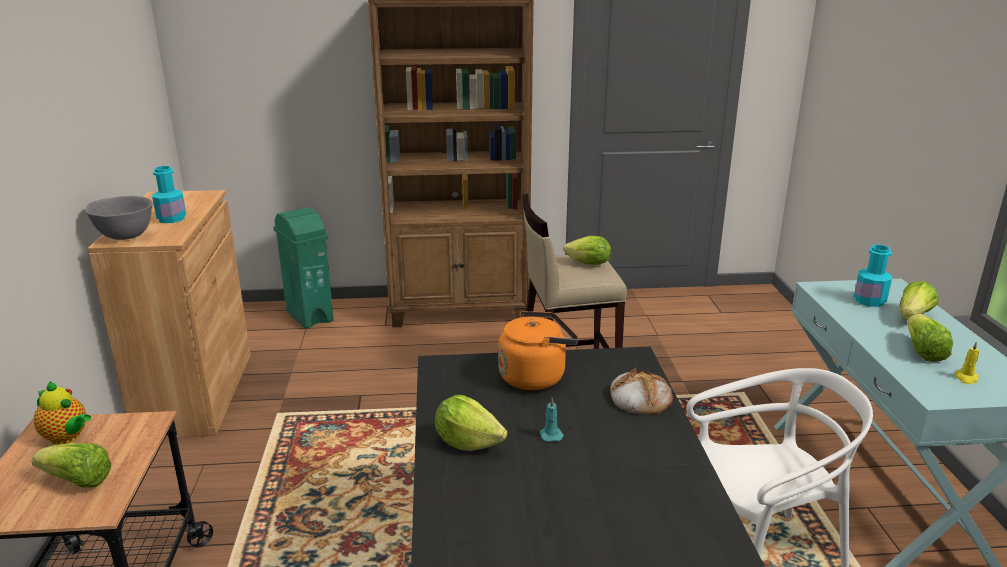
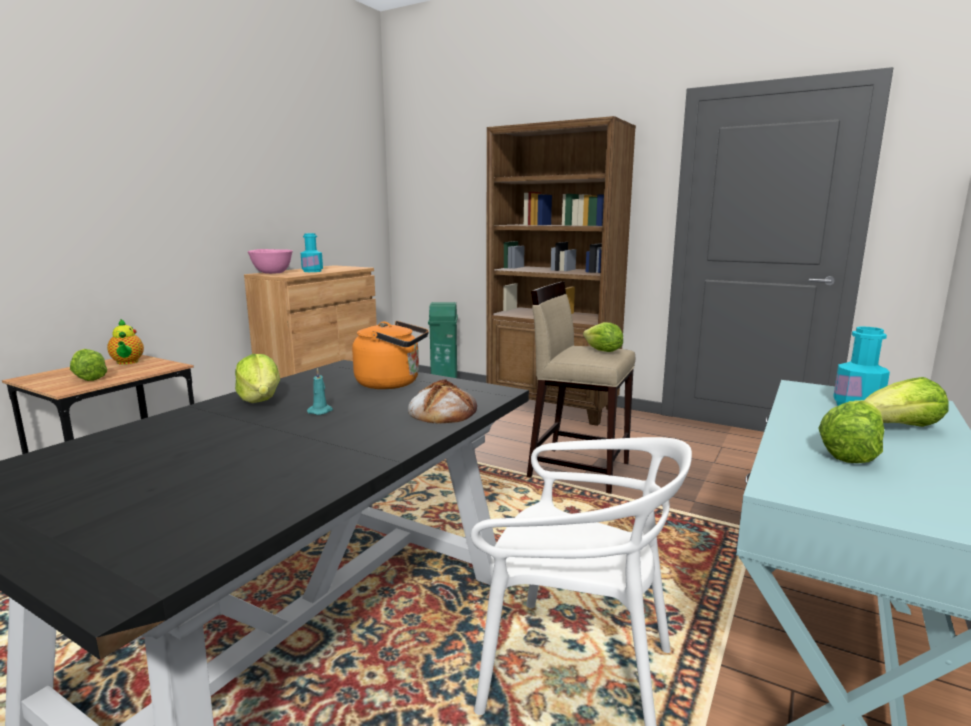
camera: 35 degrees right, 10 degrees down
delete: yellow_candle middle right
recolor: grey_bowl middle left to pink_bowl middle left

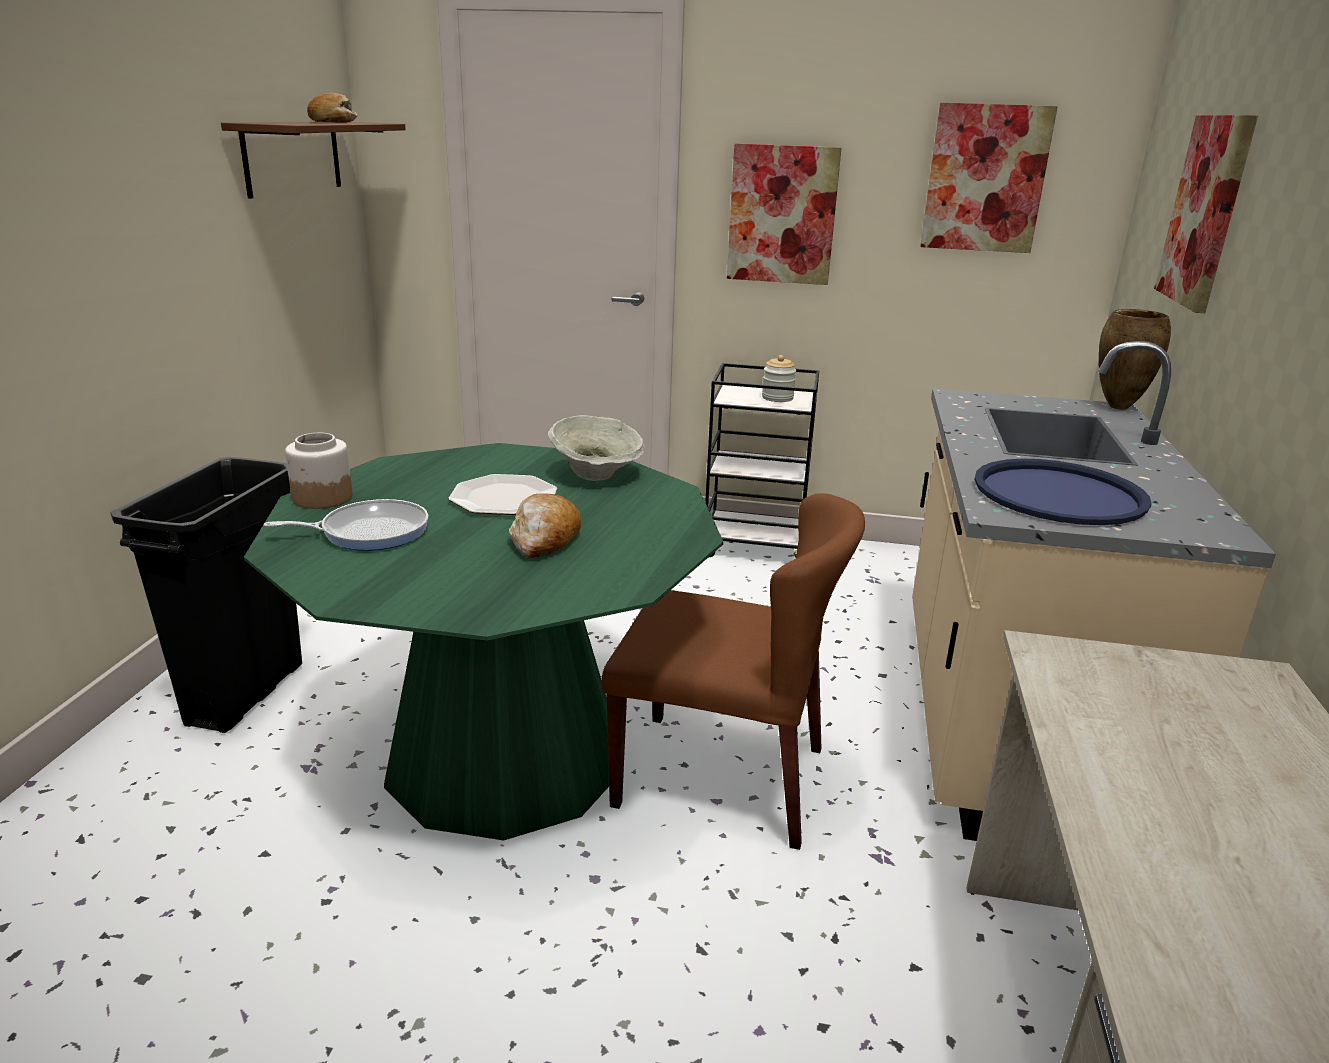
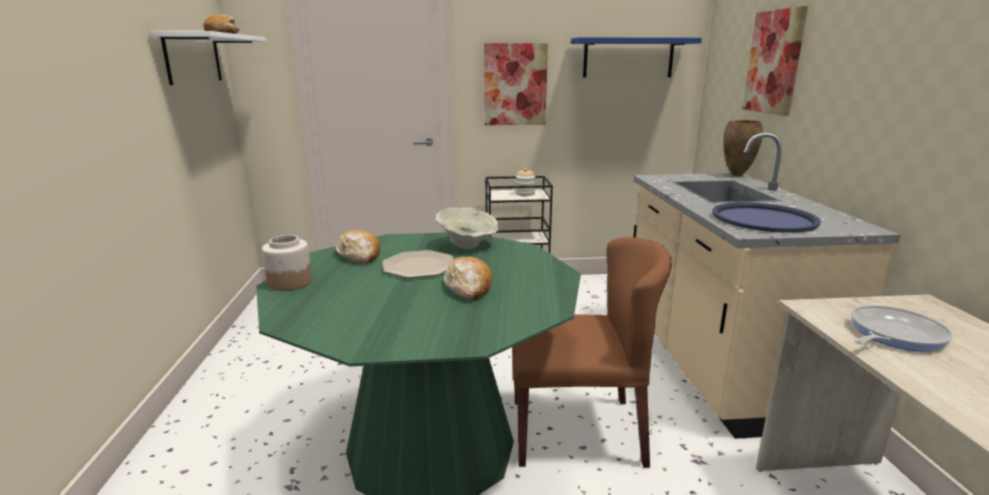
camera: 15 degrees left, 5 degrees down
delete: black_trash_can middle left
insert: bread (2nd from left) centre
move: frying_pan middle left to middle right
replace: picture (2nd from left) top right to blue_shelf top centre
recolor: brown_shelf top left to white_shelf top left

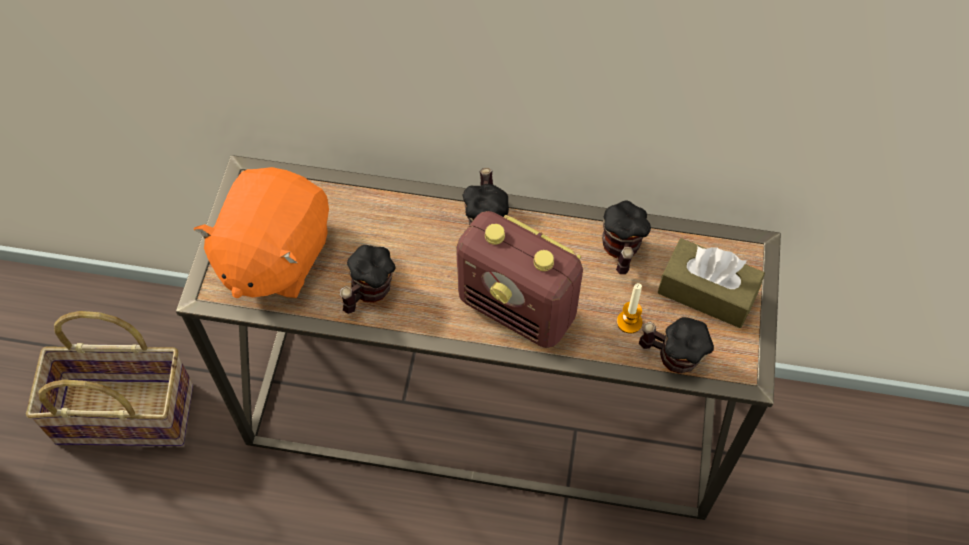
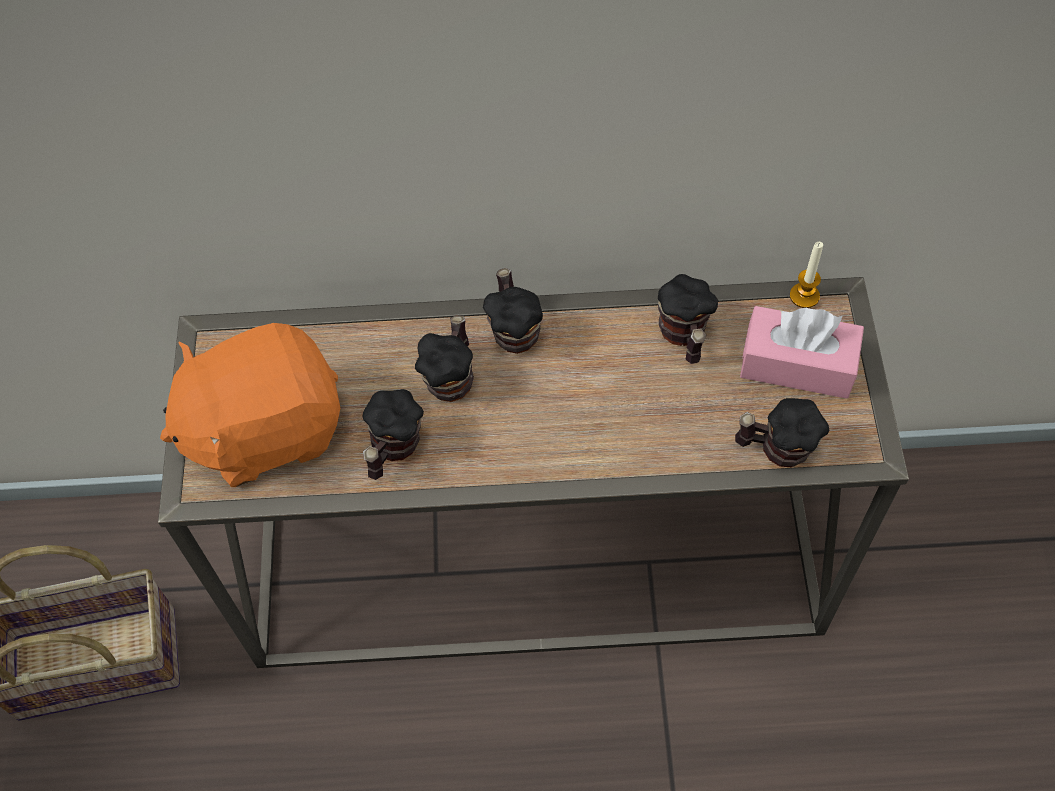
camera: 10 degrees left, 0 degrees up
delete: radio centre
insert: mug (2nd from left) centre
move: candle centre to middle right
recolor: brown_tissue_box middle right to pink_tissue_box middle right
rotate: orange_plush_toy middle left = middle left 60 degrees clockwise

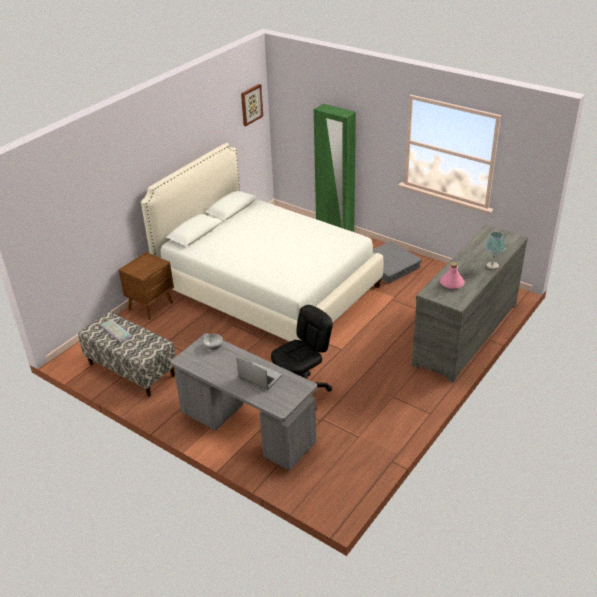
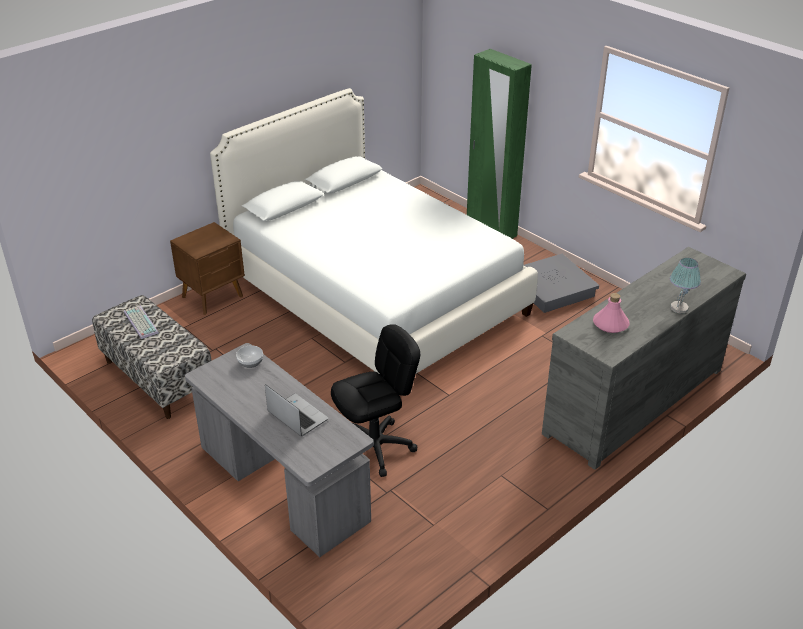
camera: 10 degrees right, 0 degrees up
delete: picture top centre

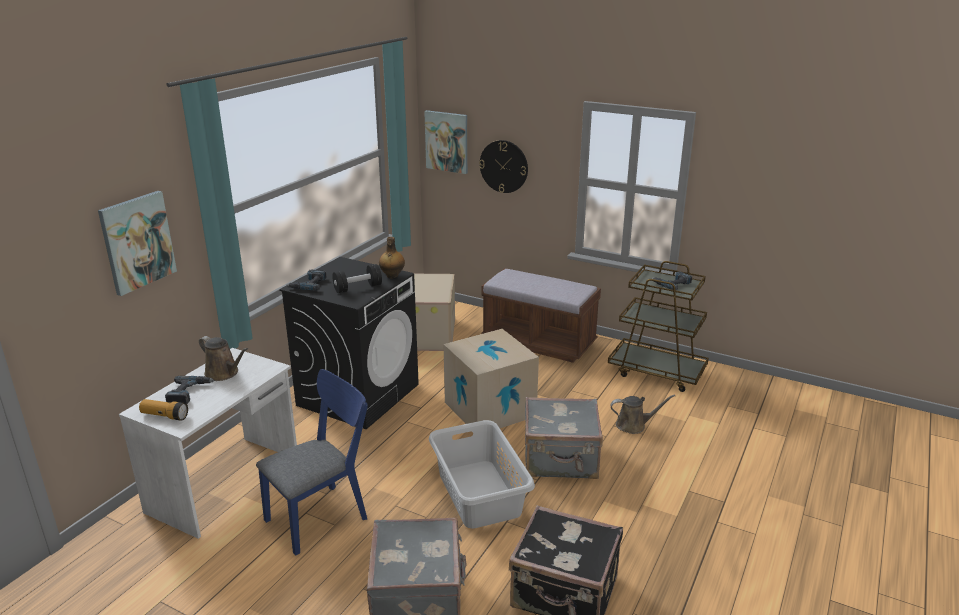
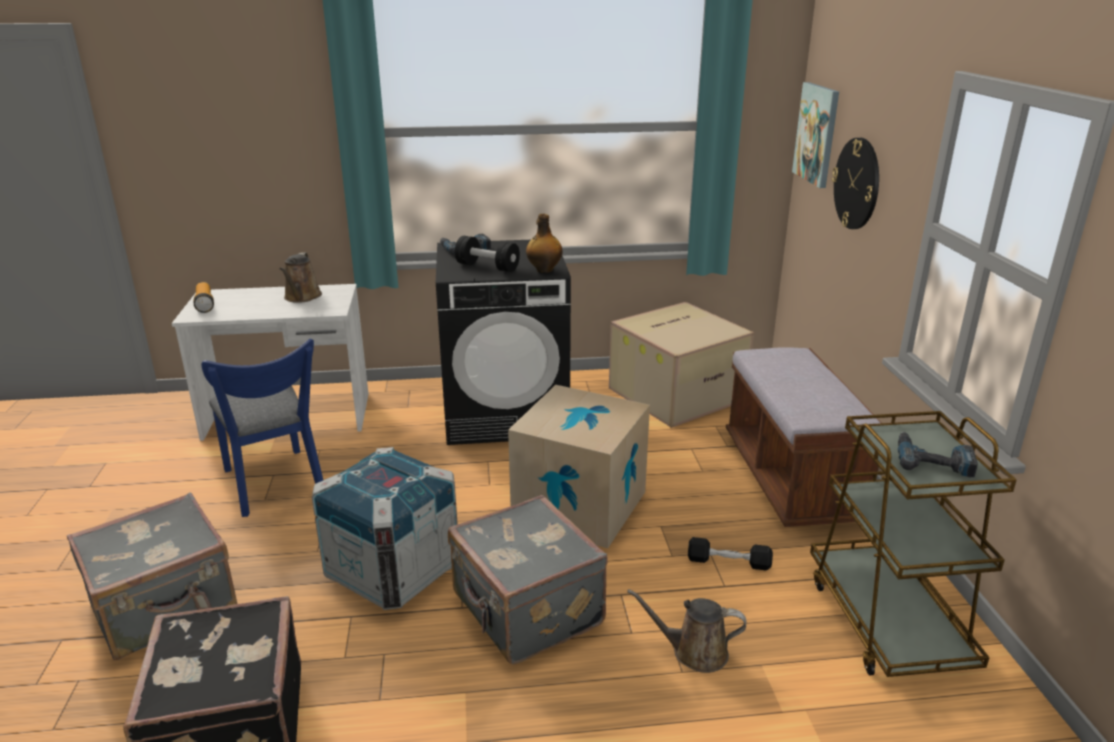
camera: 55 degrees right, 0 degrees up
delete: picture (1st from left) middle left; power_drill (1st from left) middle left
insert: black_dumbbell (2nd from left) bottom centre
replace: grey_laundry_basket bottom centre to crate bottom centre
rotate: blue_chair bottom left = middle left 45 degrees clockwise; brown_watering_can (2nd from left) bottom right = bottom centre 135 degrees clockwise

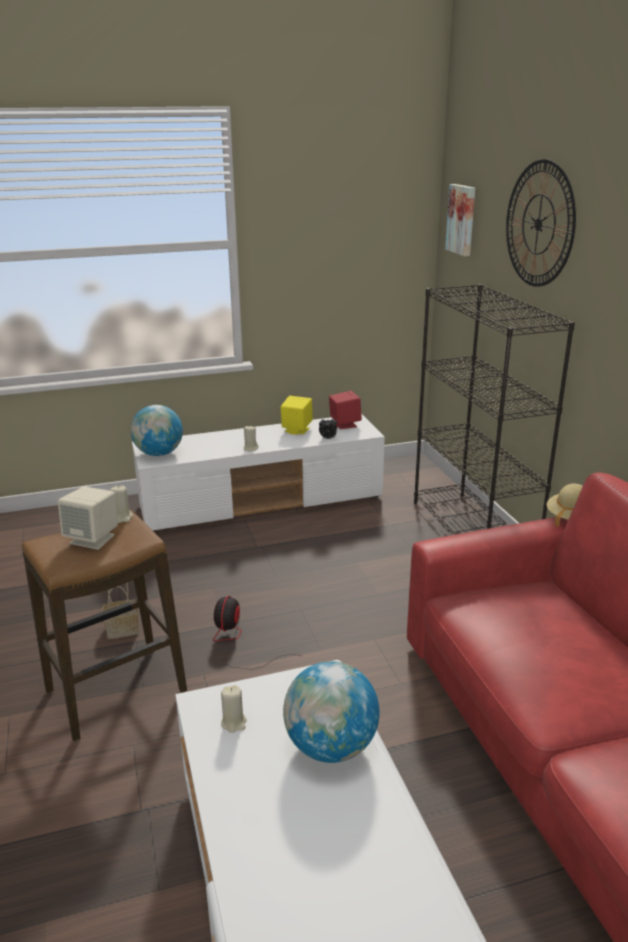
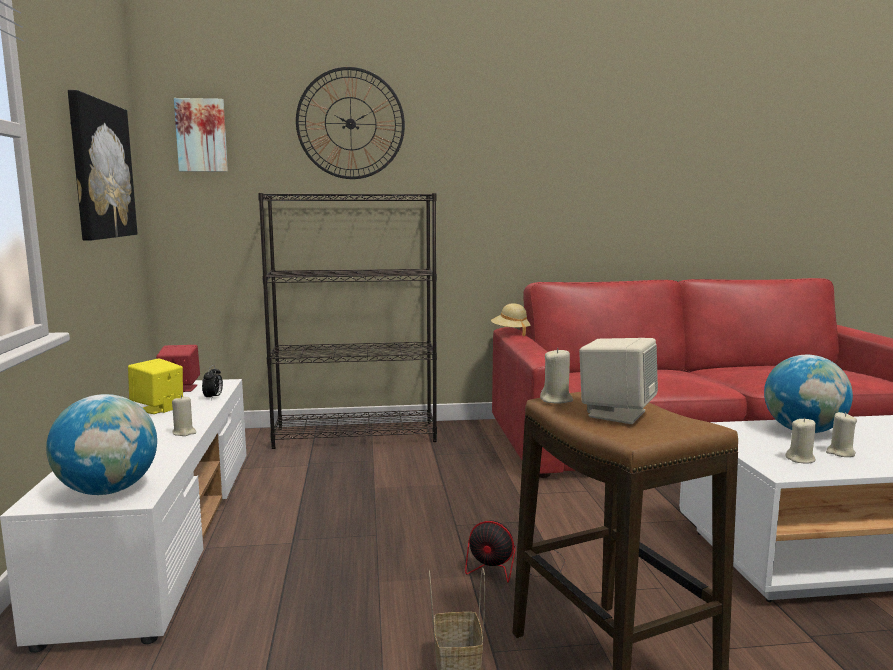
camera: 80 degrees left, 15 degrees down
insert: picture (1st from left) top left; beige_candle (4th from left) middle right

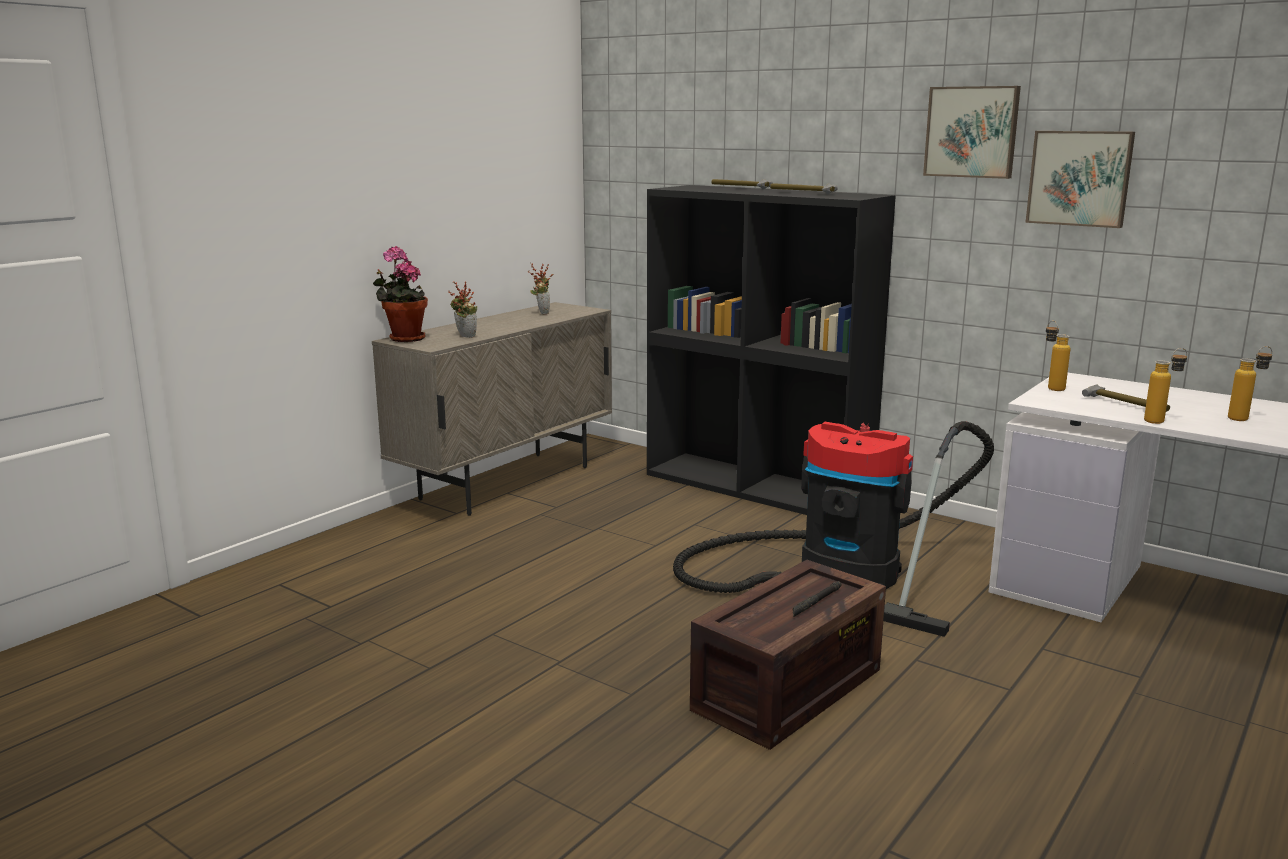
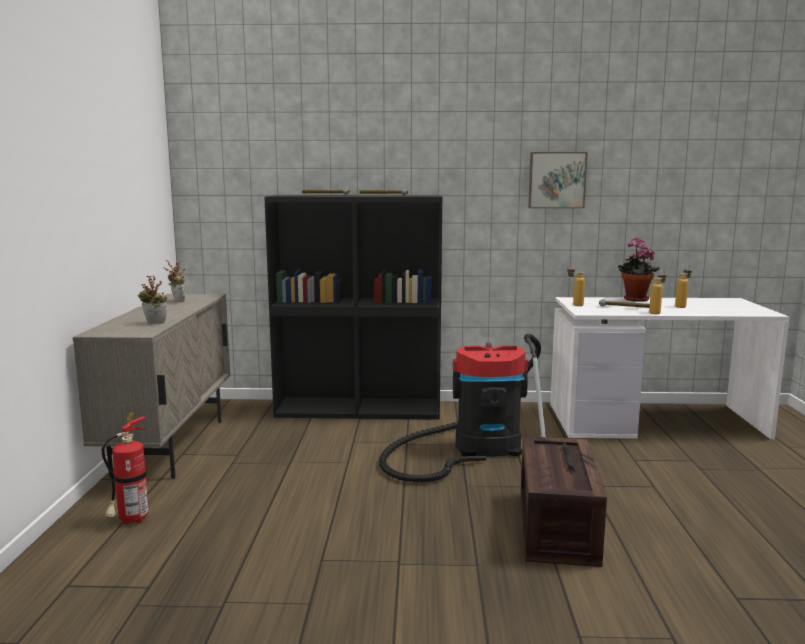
camera: 35 degrees left, 5 degrees down
delete: picture (1st from left) top right
insert: fire_extinguisher bottom left
move: potted_plant (1st from left in the first image) middle left to potted_plant (3rd from left) middle right

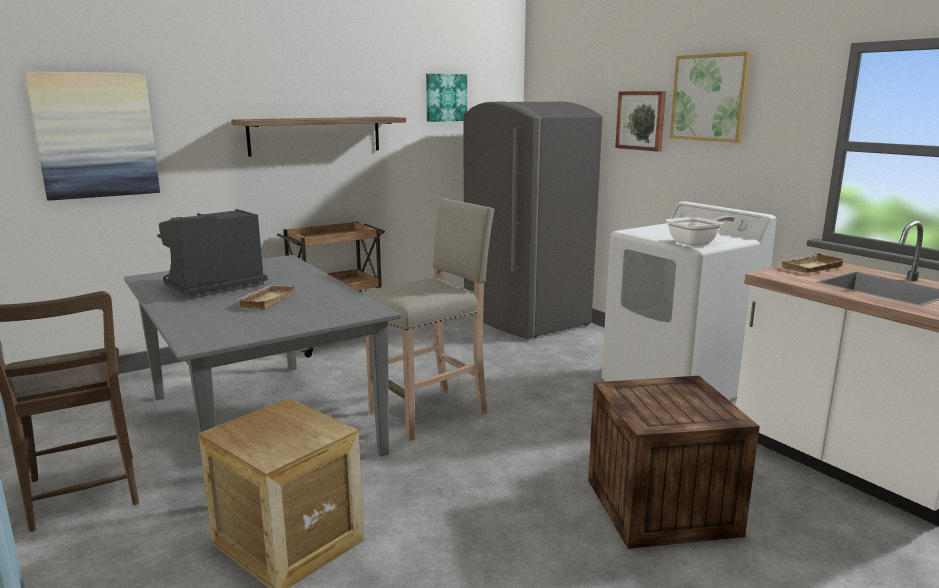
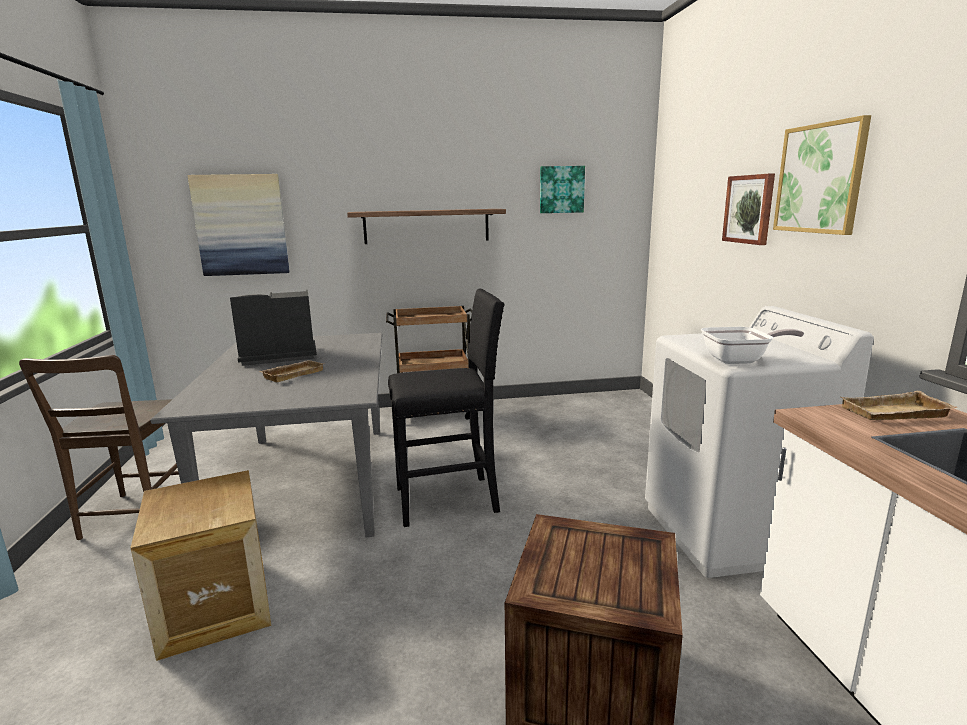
camera: 25 degrees right, 0 degrees up
delete: grey_fridge centre
recolor: beige_stool centre to black_stool centre

